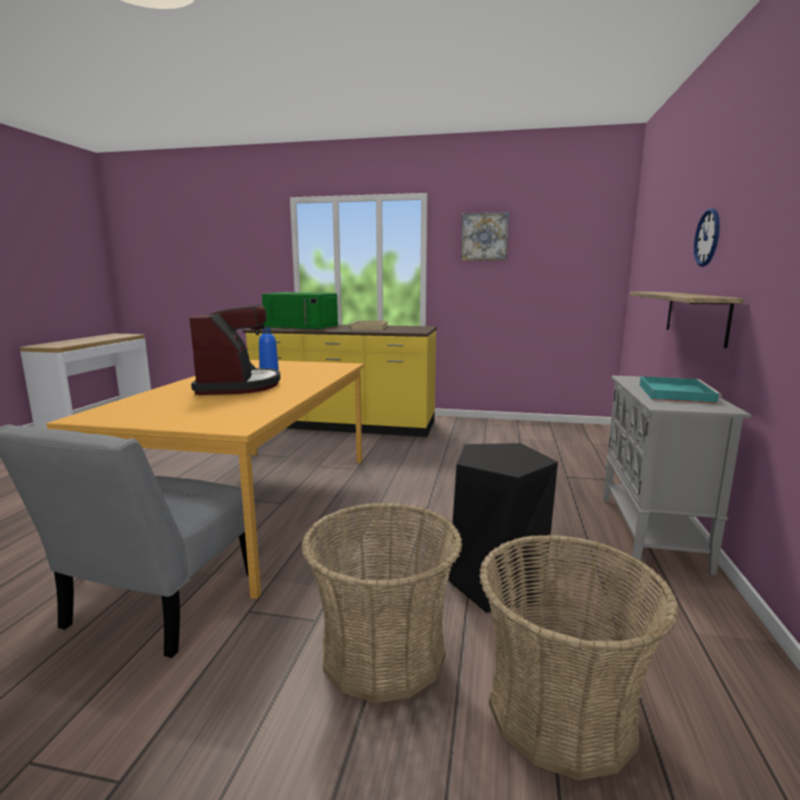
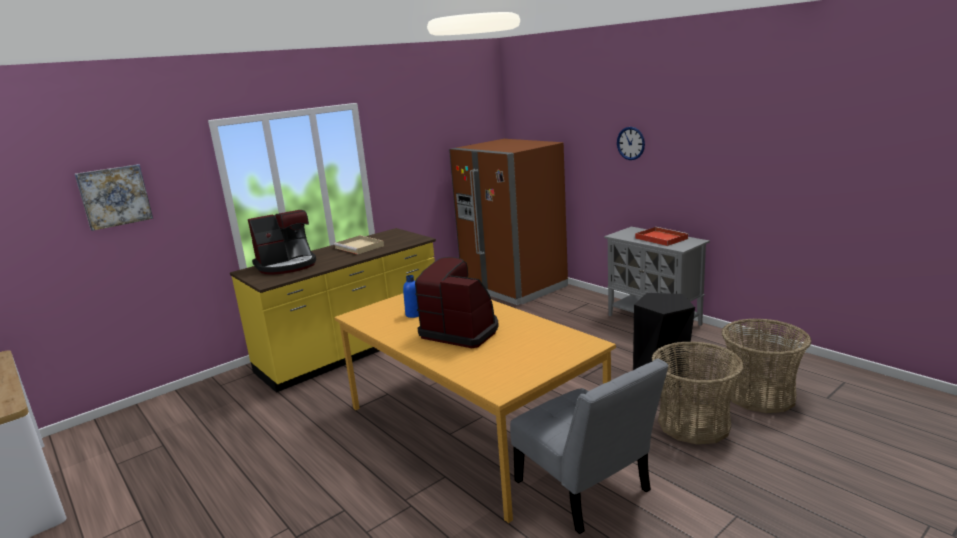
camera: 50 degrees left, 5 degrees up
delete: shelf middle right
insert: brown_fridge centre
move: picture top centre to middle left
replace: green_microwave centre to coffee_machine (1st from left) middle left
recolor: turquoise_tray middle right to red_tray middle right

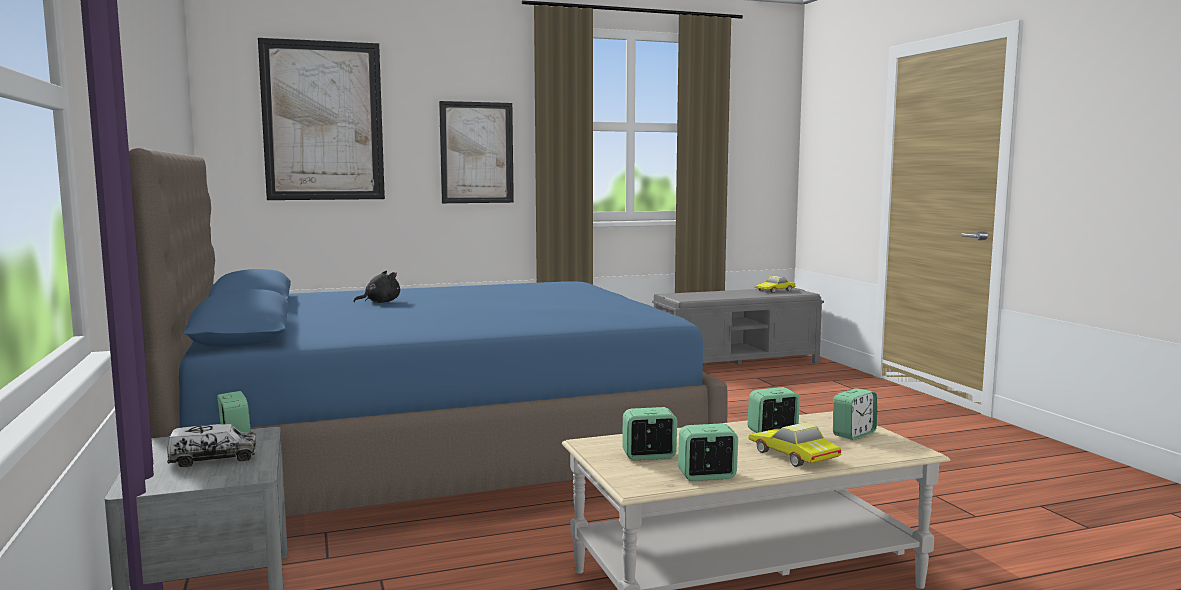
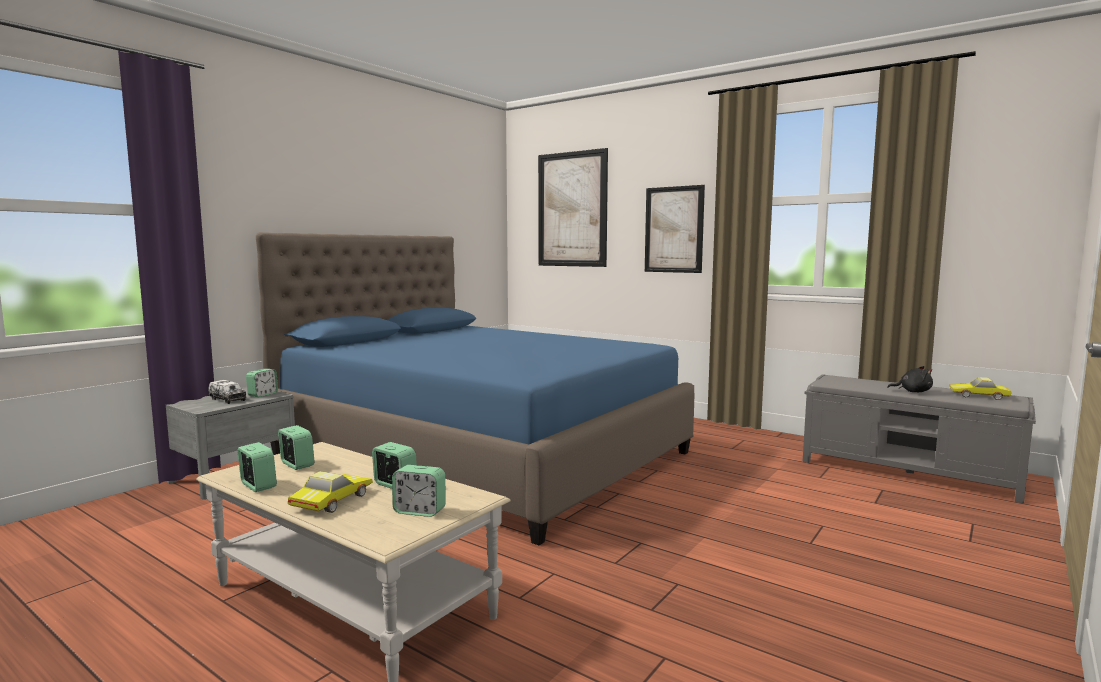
camera: 55 degrees right, 0 degrees up
move: black_plush_toy middle left to middle right

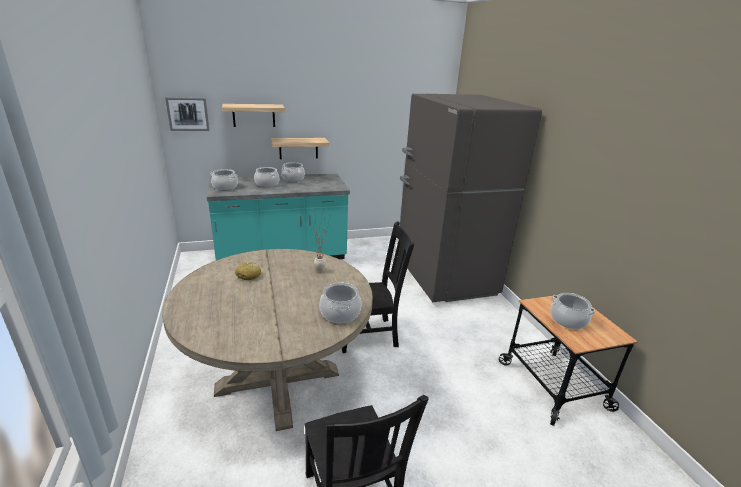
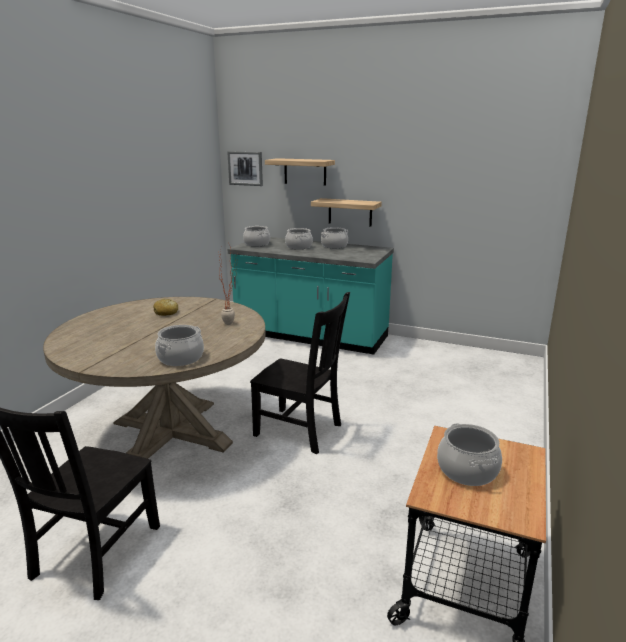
camera: 40 degrees right, 5 degrees down
delete: grey_fridge centre

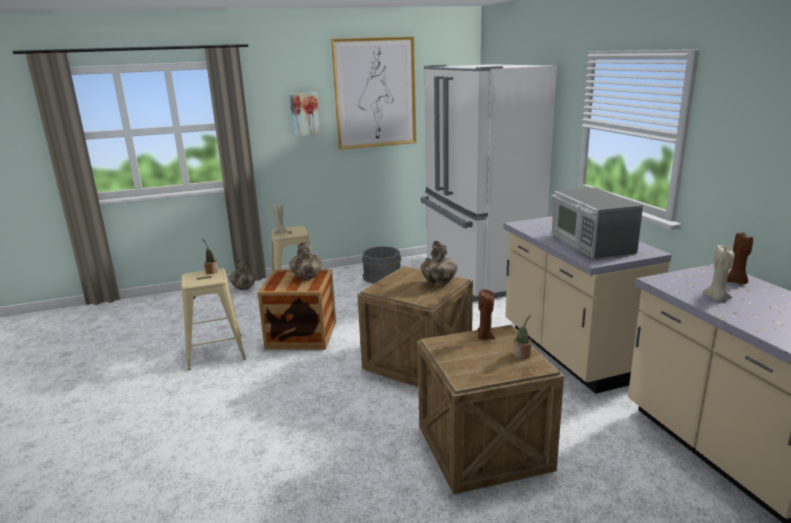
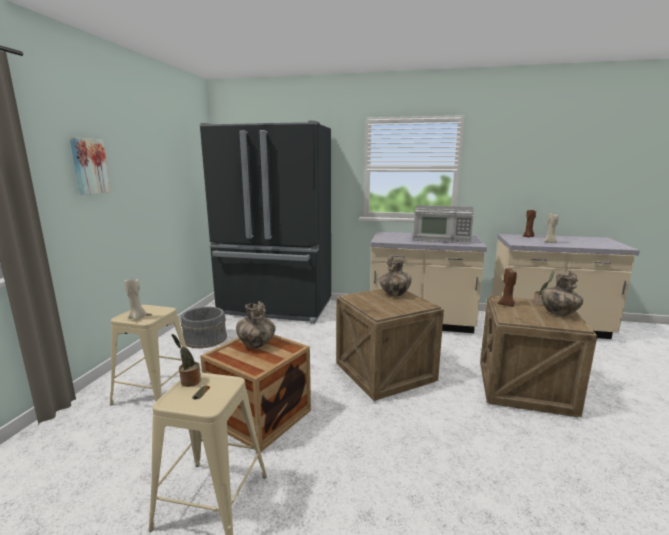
camera: 60 degrees left, 5 degrees down
delete: picture (2nd from left) top centre
move: vase (1st from left in the first image) middle left to vase (3rd from left) middle right
recolor: white_fridge centre to black_fridge centre

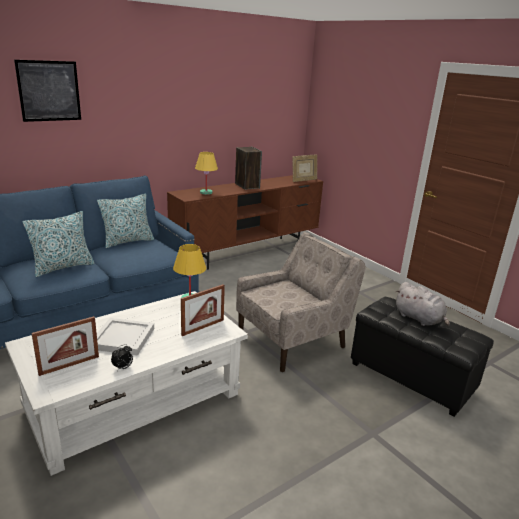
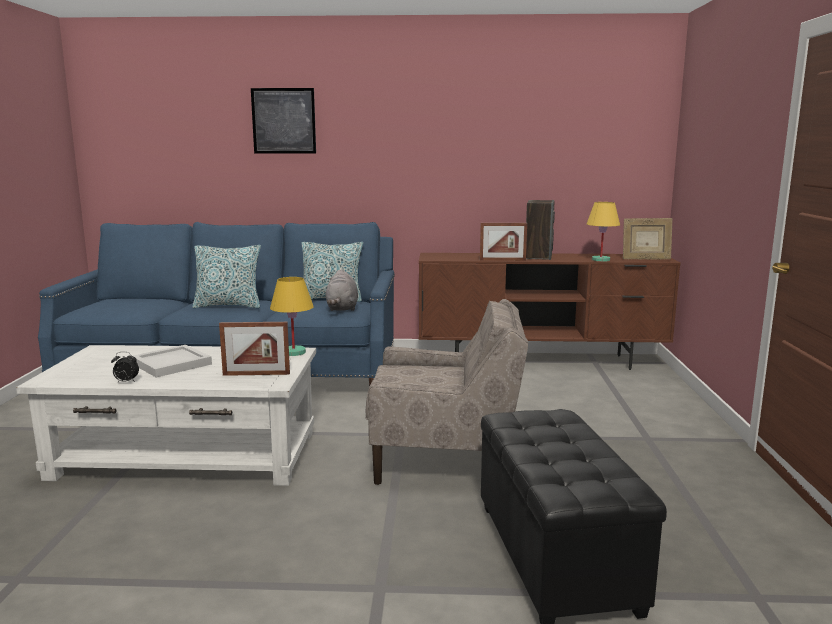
camera: 40 degrees right, 10 degrees down
move: picture_frame (1st from left in the first image) bottom left to picture_frame (2nd from left) centre; yellow_table_lamp (2nd from left) centre to middle right; grey_plush_toy middle right to centre

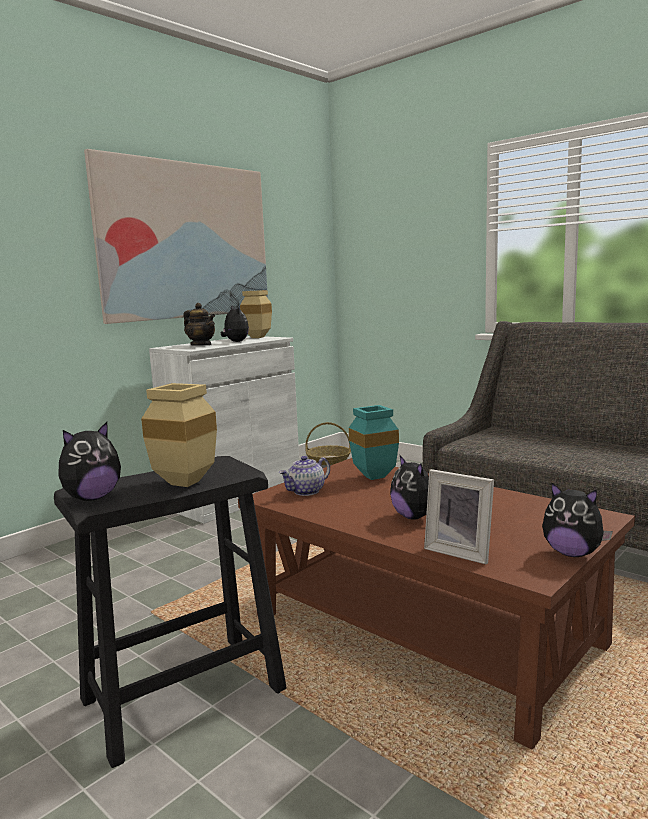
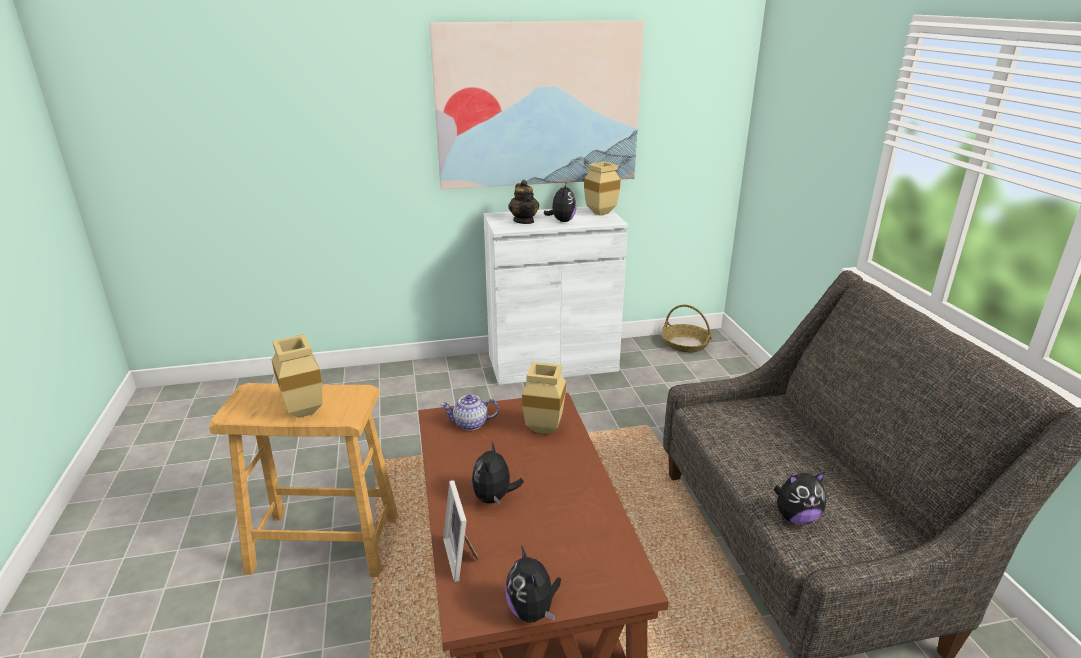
camera: 35 degrees right, 15 degrees up
move: plush_toy (1st from left in the first image) middle left to plush_toy (4th from left) bottom right
recolor: black_stool bottom left to beige_stool bottom left; turquoise_vase centre to beige_vase (2nd from left) centre

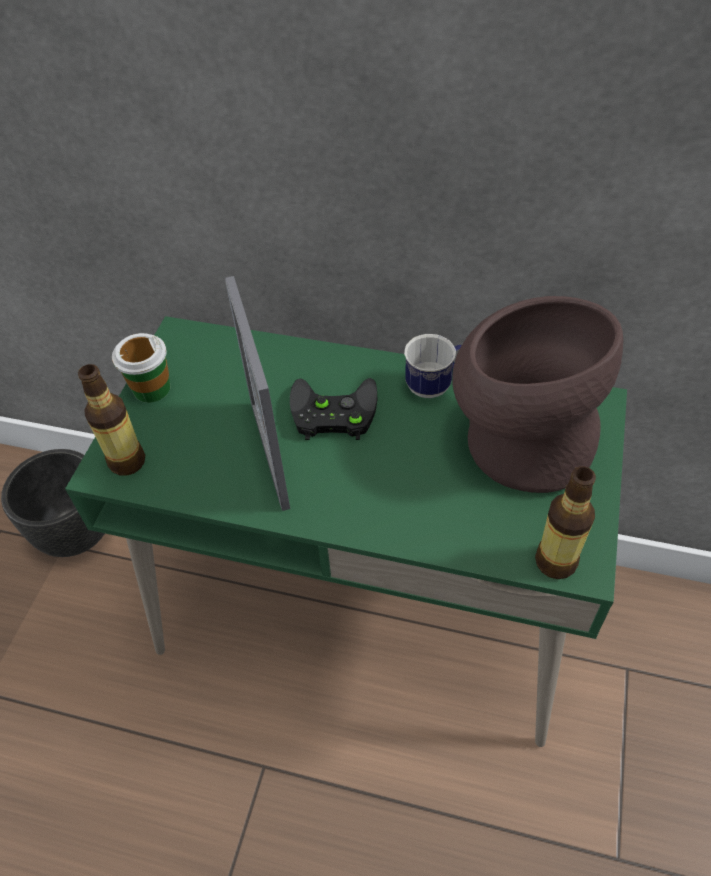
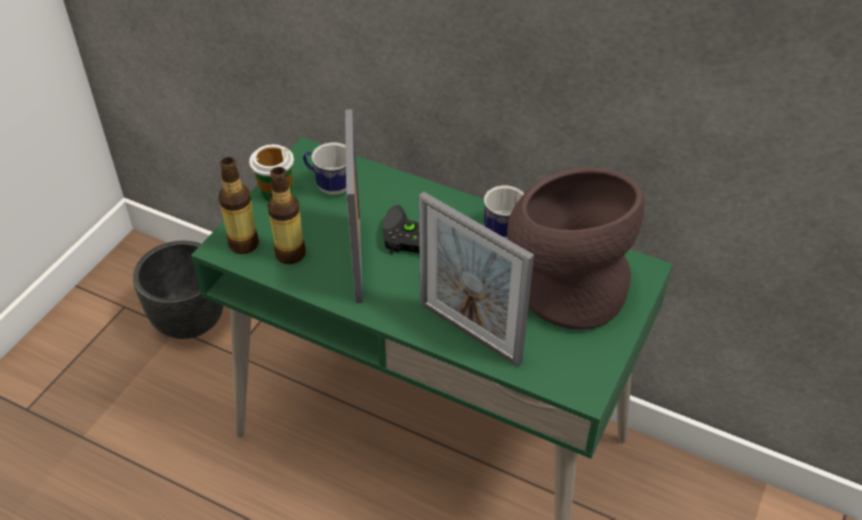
camera: 10 degrees right, 5 degrees down
insert: mug (1st from left) top centre; picture_frame (2nd from left) centre
move: bottle (2nd from left) middle right to middle left

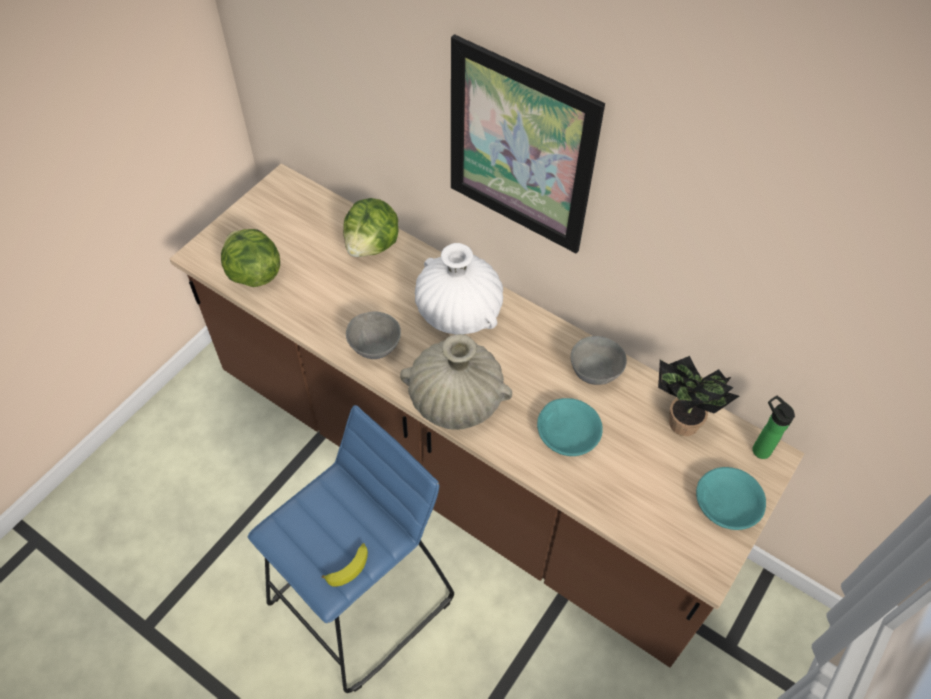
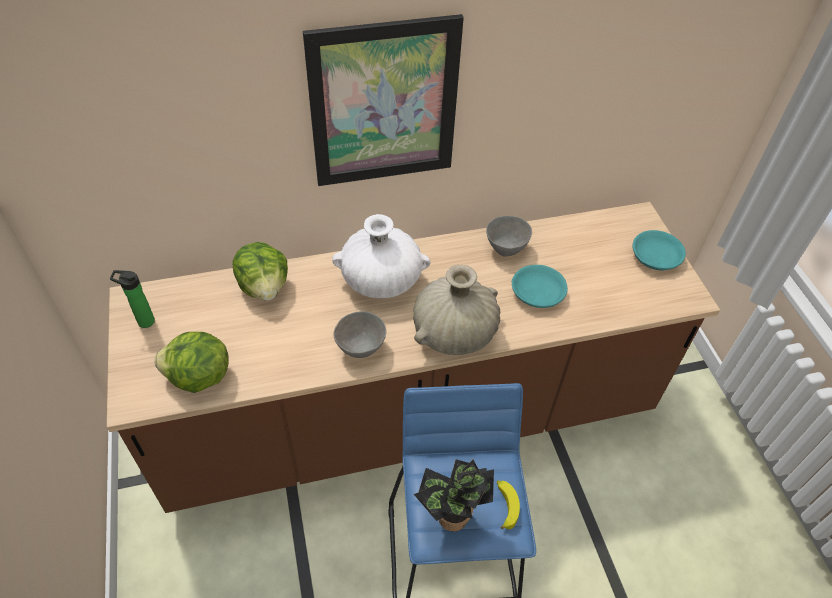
camera: 50 degrees left, 5 degrees down
move: potted_plant middle right to bottom centre; bottle middle right to middle left

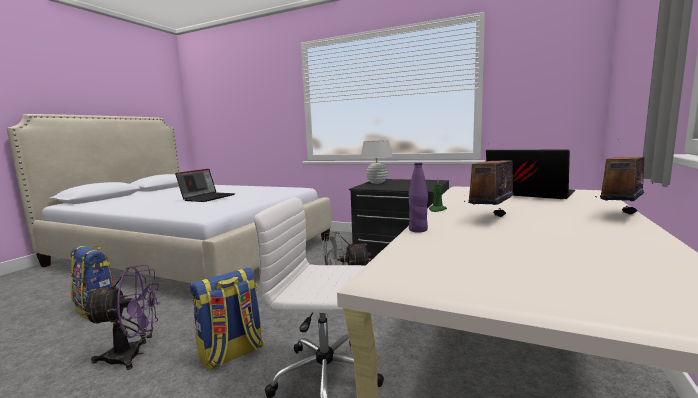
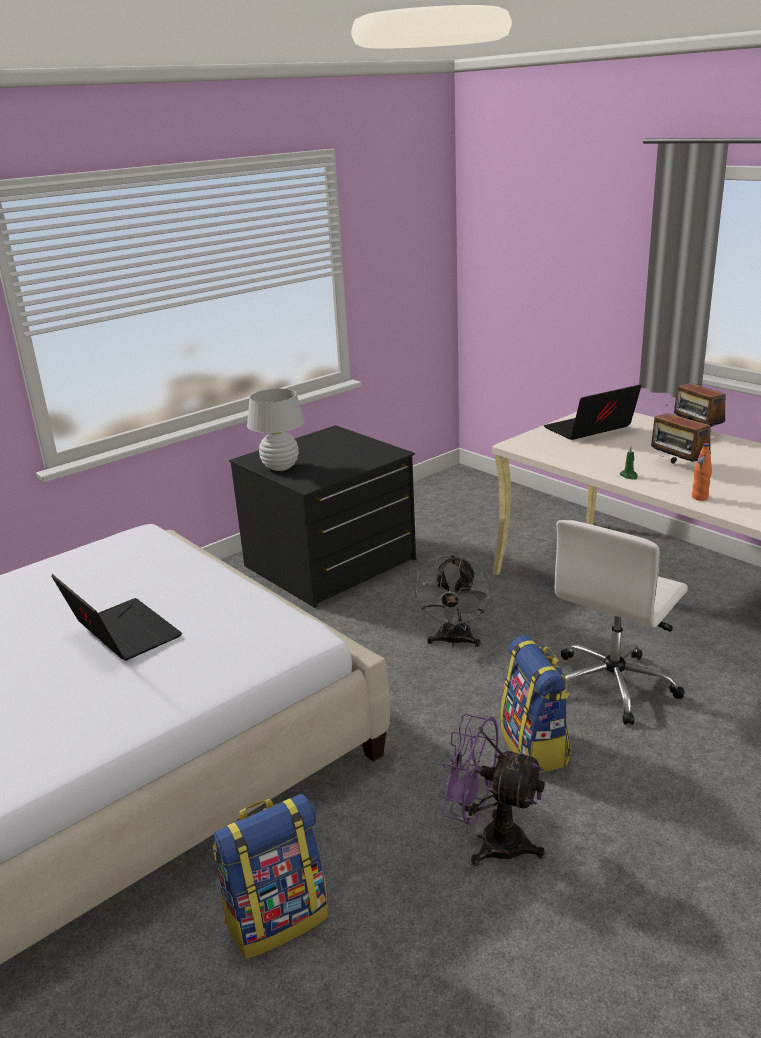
camera: 65 degrees left, 15 degrees up
recolor: purple_bottle centre to orange_bottle middle right
rotate: purple_fan bottom left = bottom centre 75 degrees counterclockwise

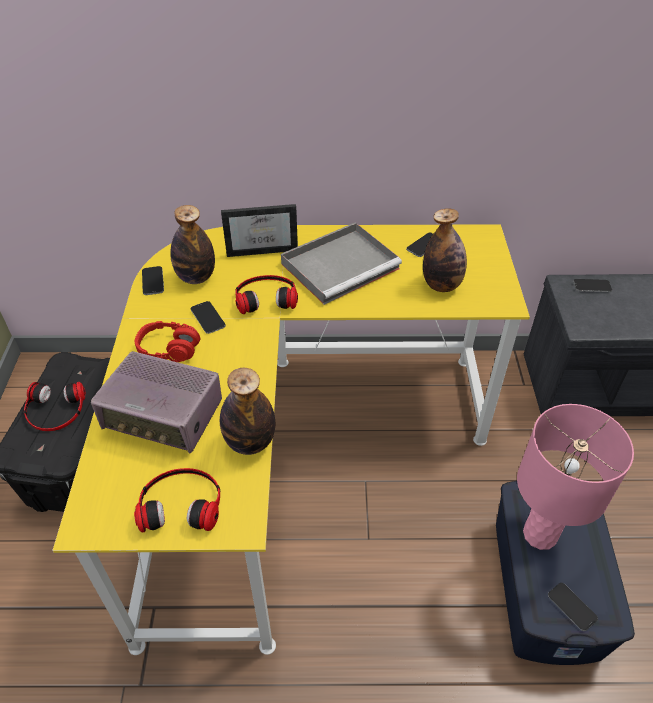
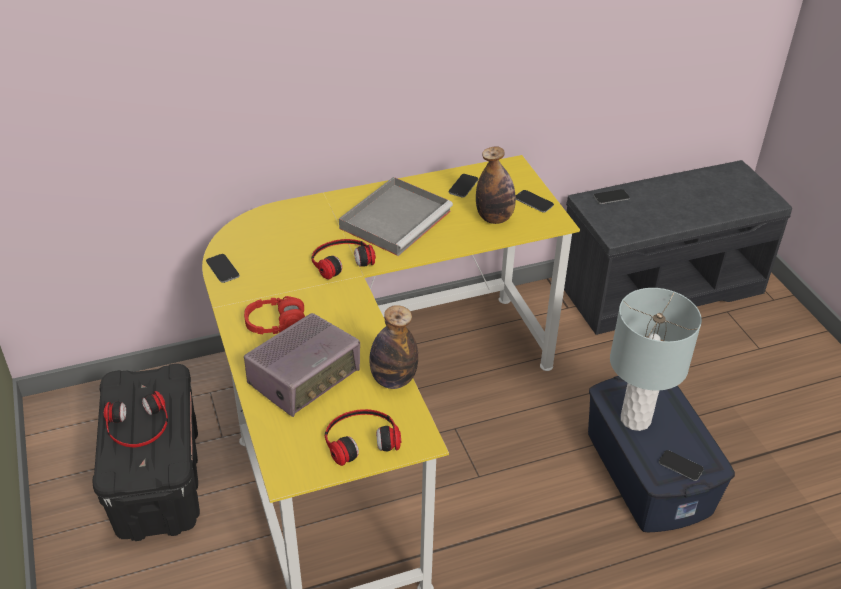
camera: 20 degrees left, 5 degrees down
delete: bottle (1st from left) middle left; picture_frame top centre
move: phone (2nd from left in the first image) middle left to phone (3rd from left) centre
recolor: pink_table_lamp bottom right to grey_table_lamp middle right
rotate: radio middle left = centre 45 degrees counterclockwise

